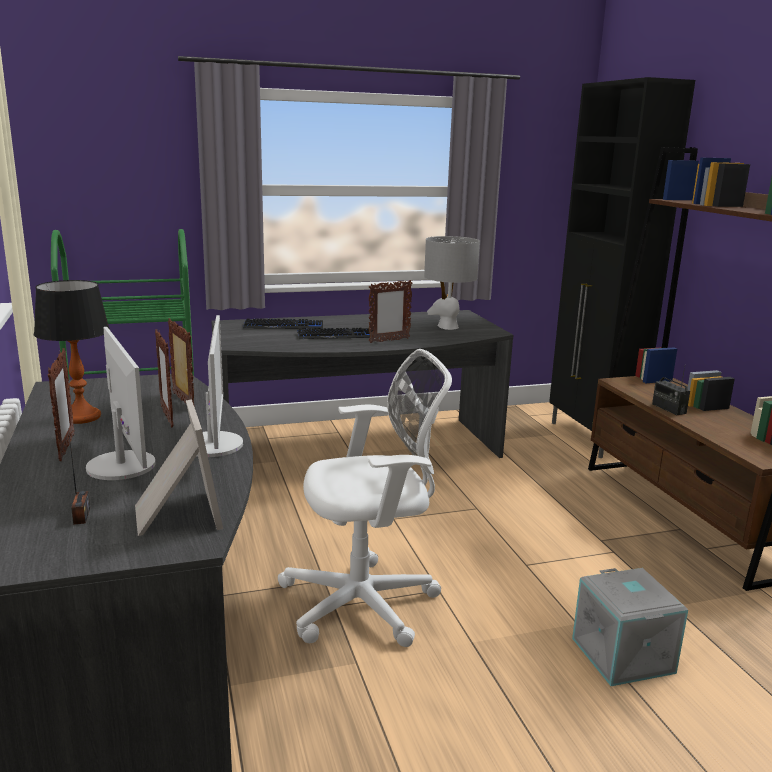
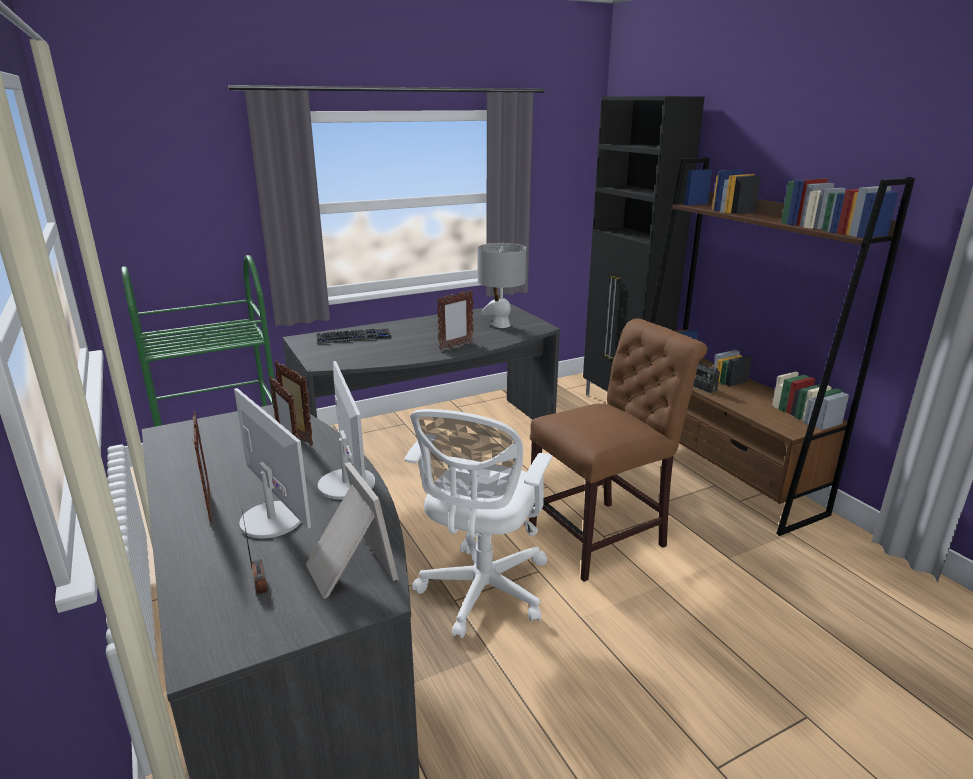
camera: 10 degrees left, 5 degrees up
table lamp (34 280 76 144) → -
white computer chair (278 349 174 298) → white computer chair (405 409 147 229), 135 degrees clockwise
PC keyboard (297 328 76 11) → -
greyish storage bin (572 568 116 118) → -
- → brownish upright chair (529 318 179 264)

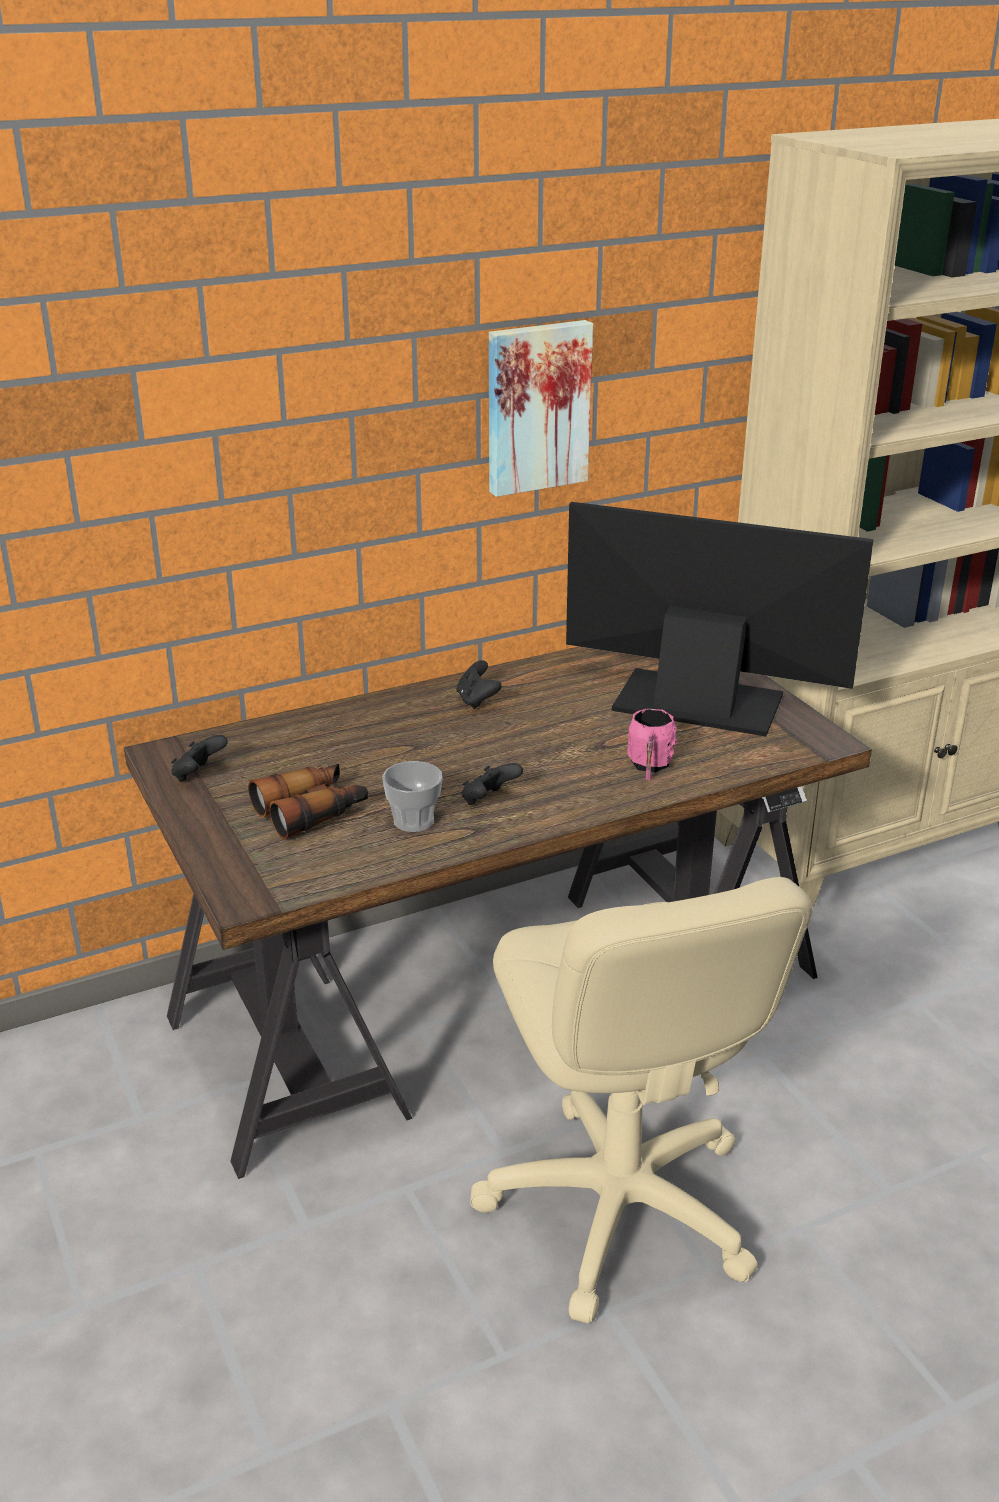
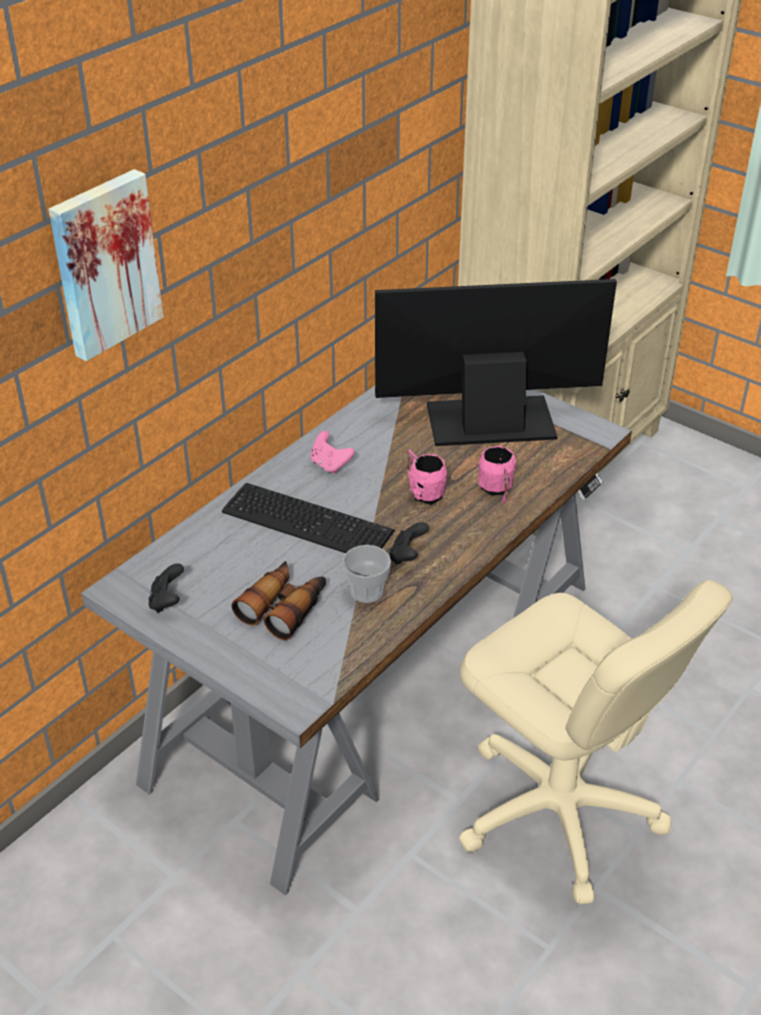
camera: 25 degrees left, 10 degrees up
brownish desk unit (124 646 748 533) → greyish desk unit (81 386 551 509)
blackish game controller (456 660 46 49) → pink-coloured game controller (311 431 44 43)
picture (489 320 104 177) → picture (48 169 116 192), moved
- → PC keyboard (222 483 173 70)
- → pink-coloured coffee mug (408 449 39 56)

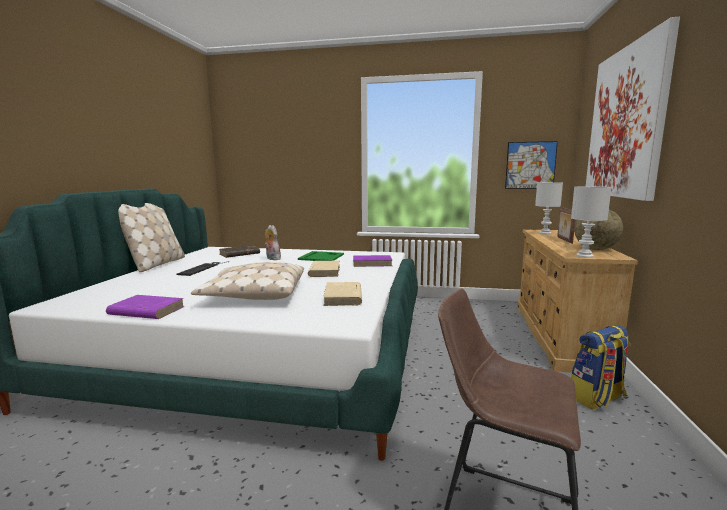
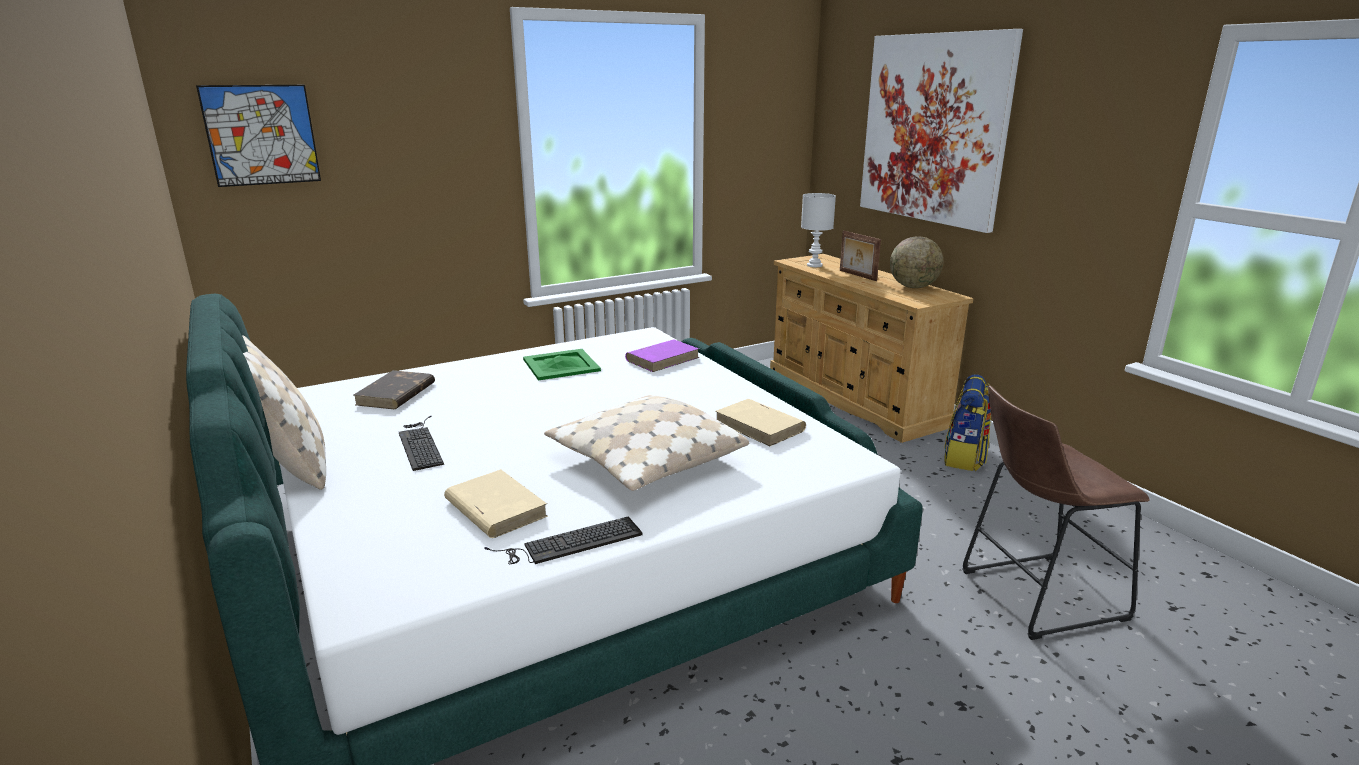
camera: 40 degrees left, 10 degrees up
purple-coloured book (106 295 79 24) → PC keyboard (484 516 158 48)
cuddly toy (265 225 16 35) → -
sand-coloured book (308 261 32 16) → sand-coloured book (444 469 104 69), moved
picture (505 141 53 48) → picture (196 85 125 102), moved
white table lamp (571 186 41 72) → -

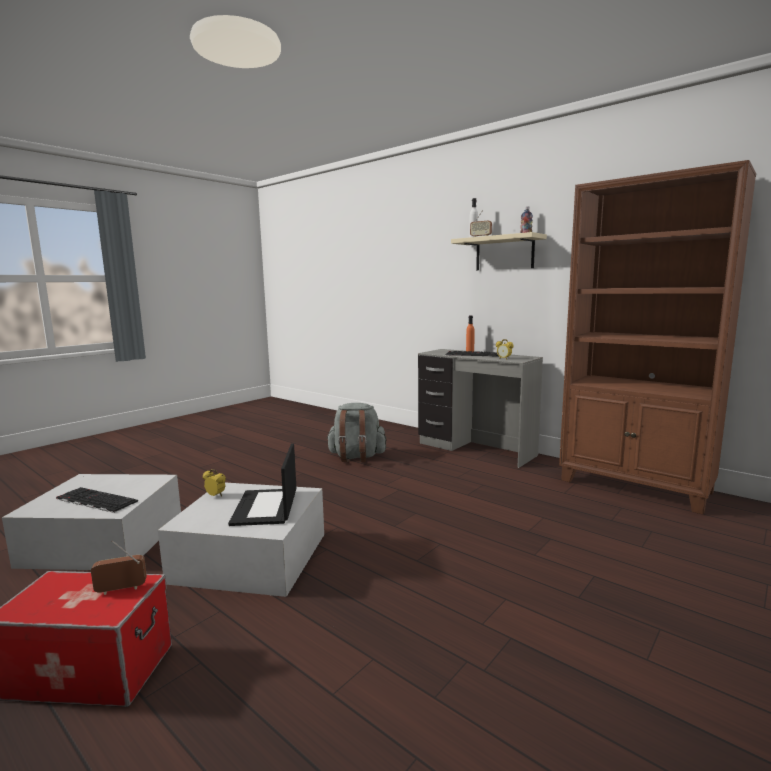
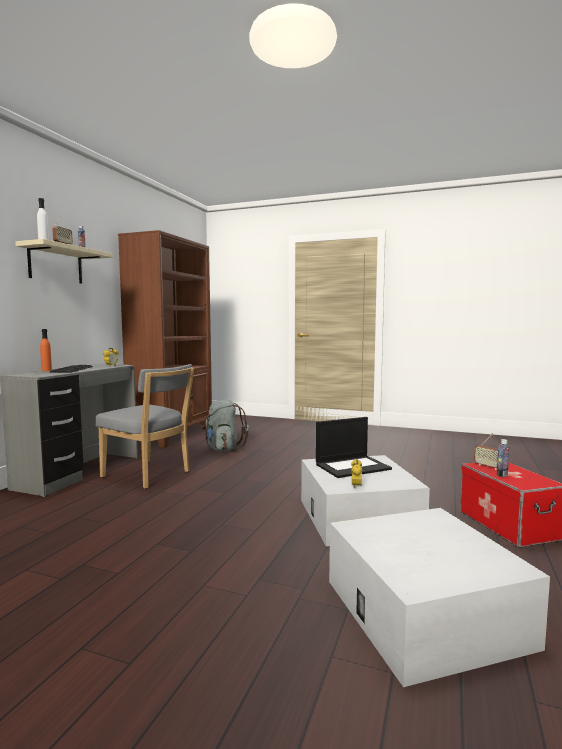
camera: 110 degrees left, 5 degrees down
PC keyboard (56 487 82 26) → -
greyish backpack (326 403 61 59) → greyish backpack (201 399 48 52), moved
- → greyish upright chair (96 364 98 125)
- → bottle (497 439 13 38)

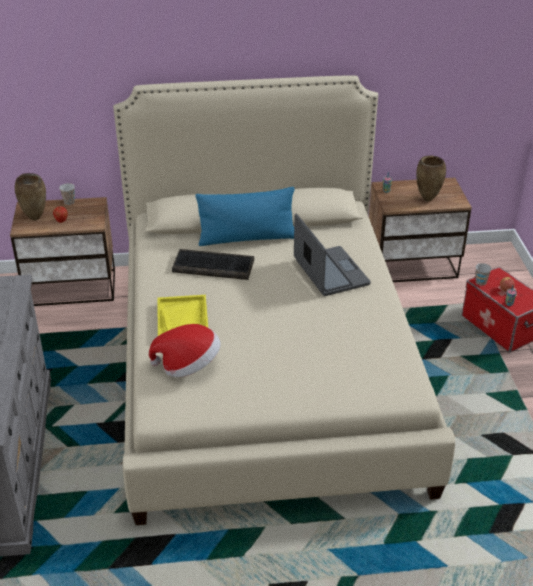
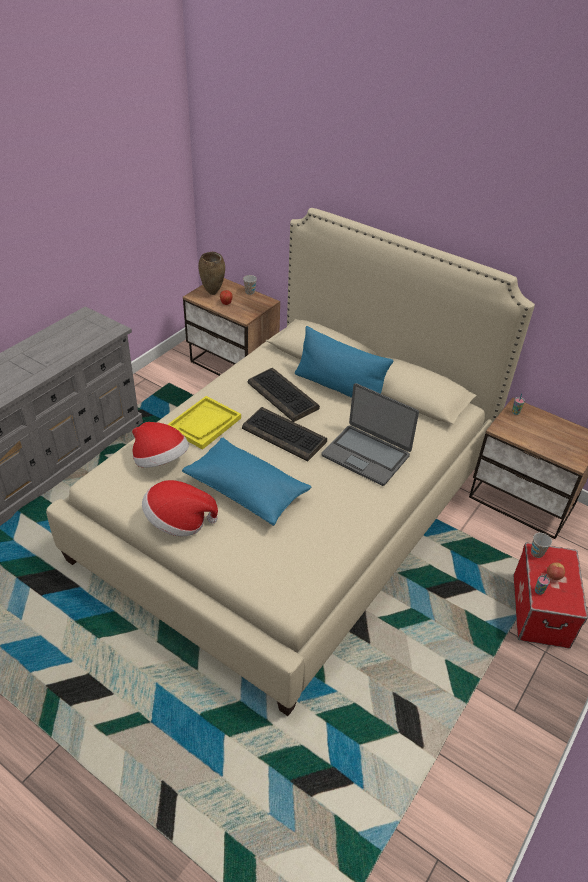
camera: 40 degrees right, 5 degrees up
portable computer (294 214 77 82) → portable computer (321 383 98 103), 105 degrees clockwise
brownish decorative vase (416 156 30 46) → -
- → wearable hat (142 480 76 56)
- → bluish cushion (182 438 129 88)
- → PC keyboard (242 407 85 54)

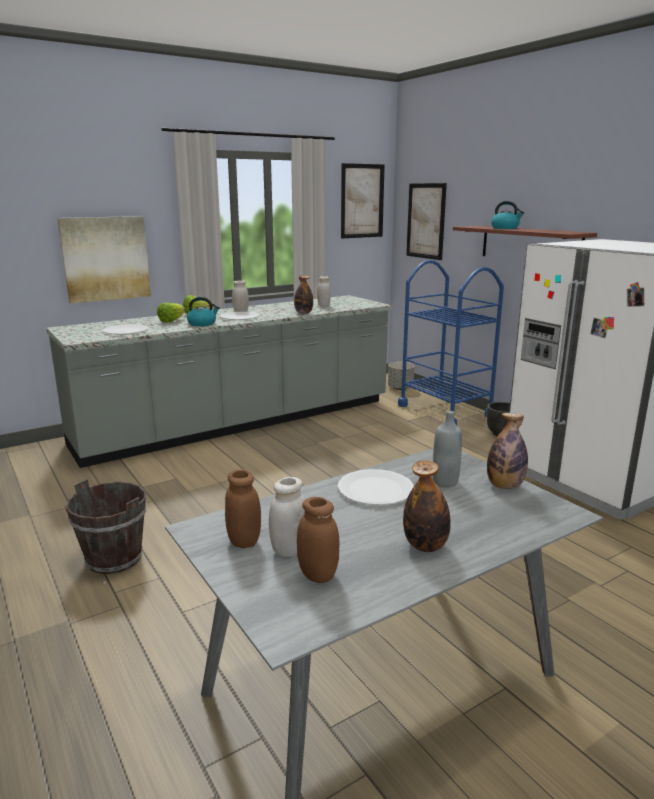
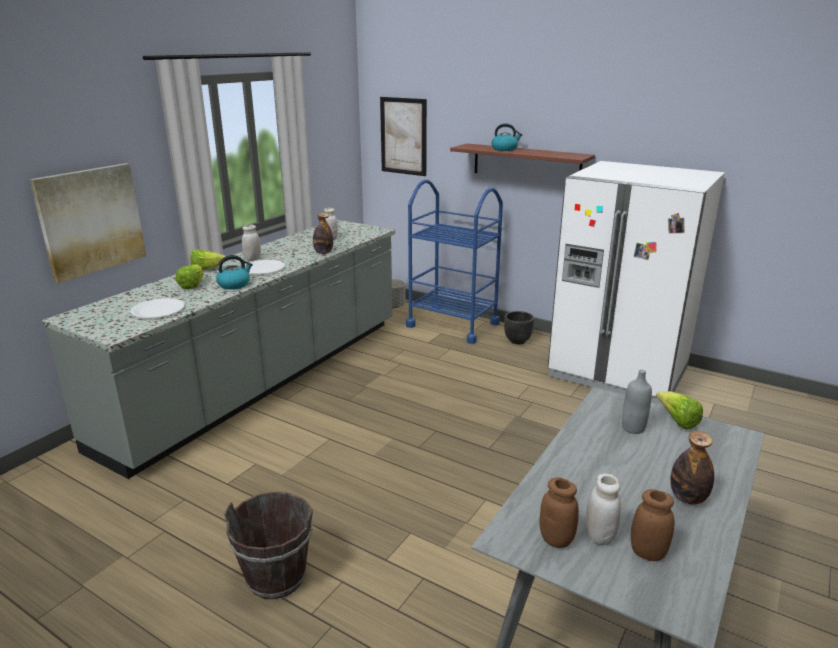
camera: 25 degrees left, 5 degrees up
white flat dish (338 469 76 36) → -
picture (341 163 44 75) → -
bottle (487 413 41 76) → lettuce (656 391 47 39)

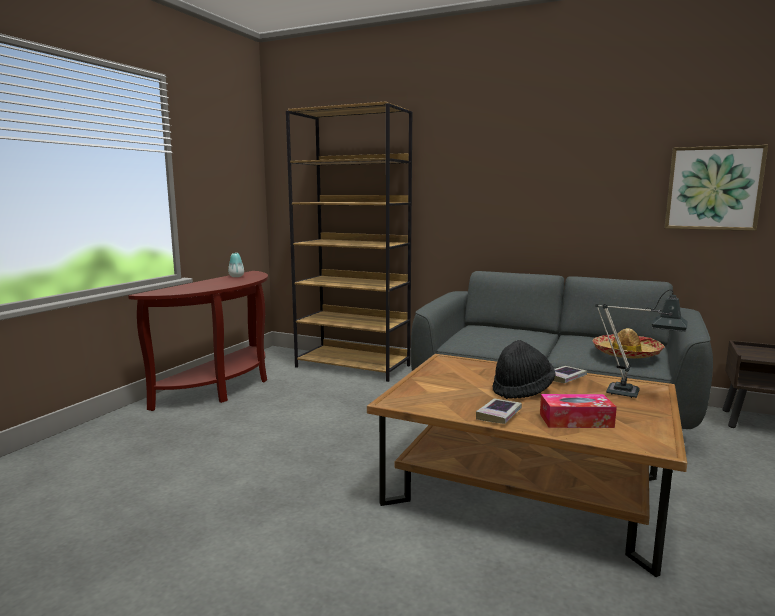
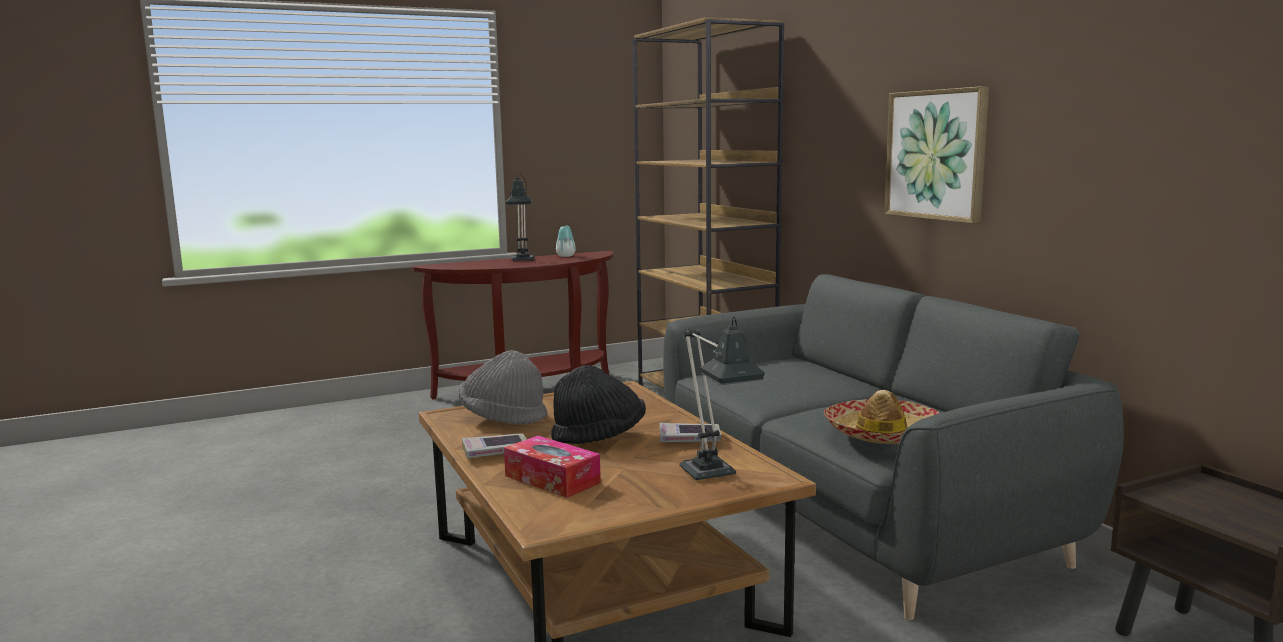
camera: 40 degrees right, 0 degrees up
picture (665 145 103 86) → picture (884 86 105 138), moved
- → greyish wearable hat (459 350 89 74)
- → table lamp (506 174 29 88)

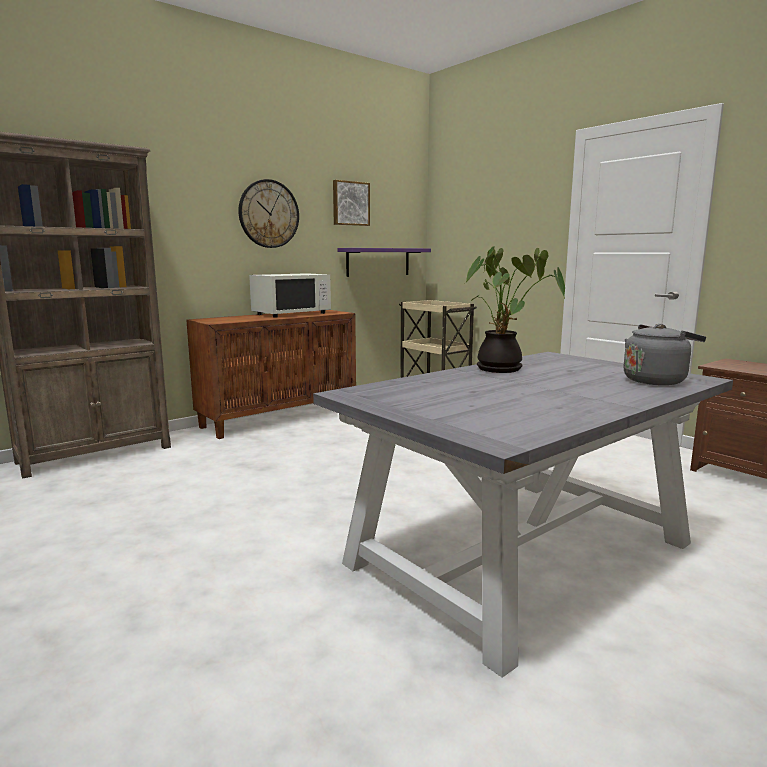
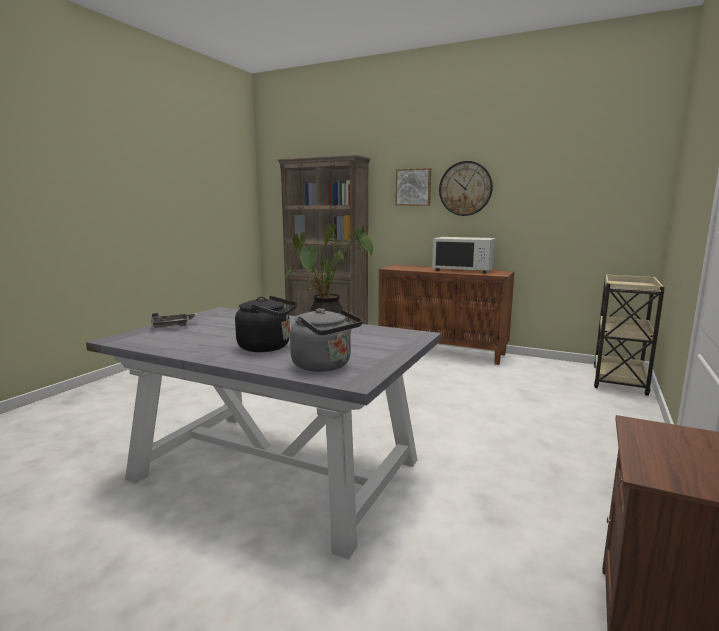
camera: 65 degrees right, 0 degrees up
picture (333 180 37 46) → picture (395 168 36 38), moved
purple-coloured shelf (338 248 93 29) → -
- → greyish carrying tray (151 313 47 15)
- → blackish tea kettle (235 296 62 56)

